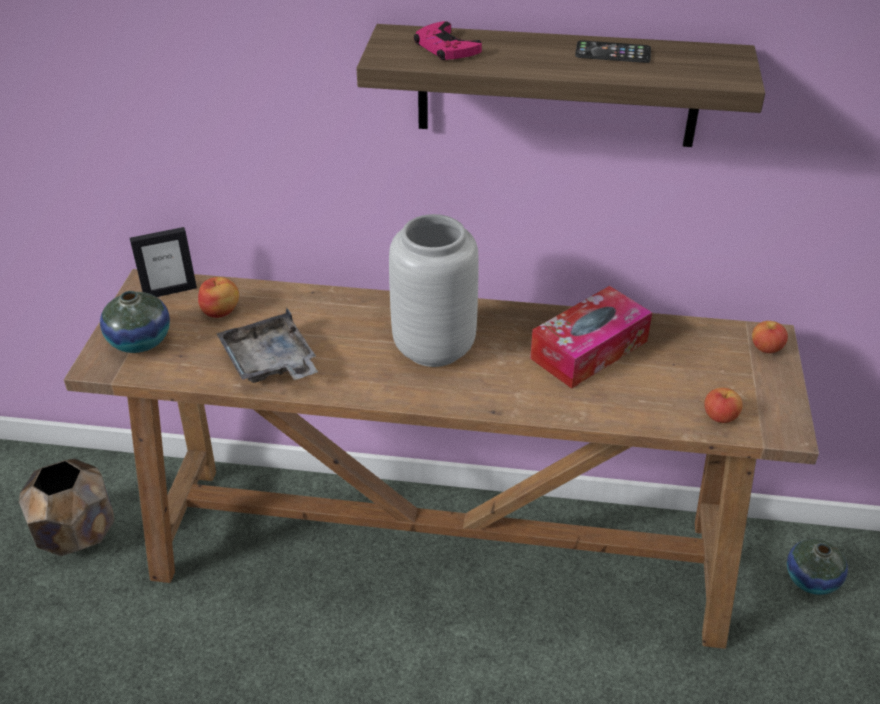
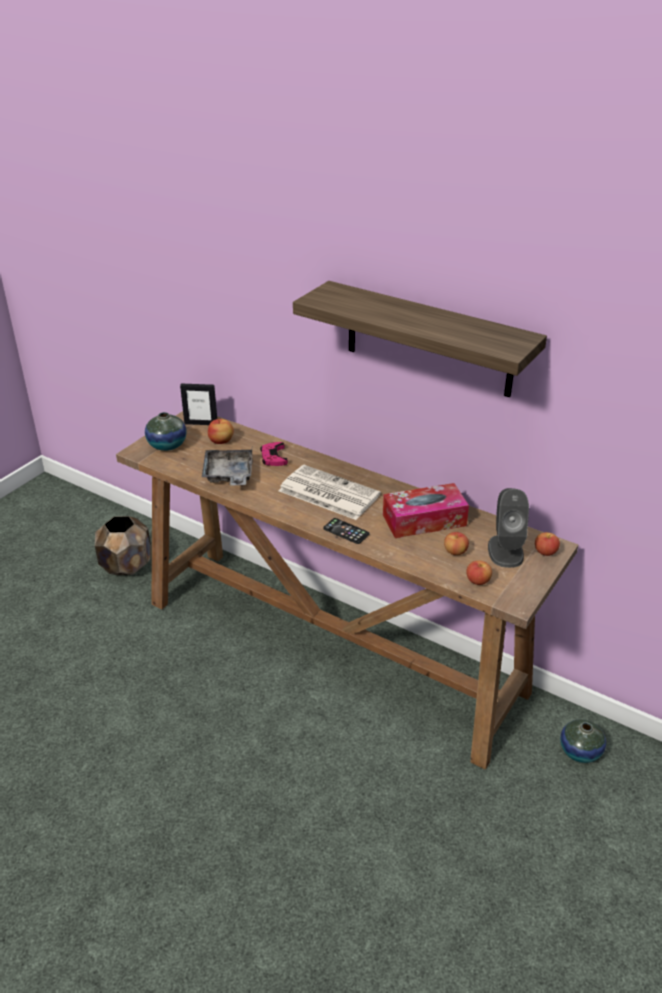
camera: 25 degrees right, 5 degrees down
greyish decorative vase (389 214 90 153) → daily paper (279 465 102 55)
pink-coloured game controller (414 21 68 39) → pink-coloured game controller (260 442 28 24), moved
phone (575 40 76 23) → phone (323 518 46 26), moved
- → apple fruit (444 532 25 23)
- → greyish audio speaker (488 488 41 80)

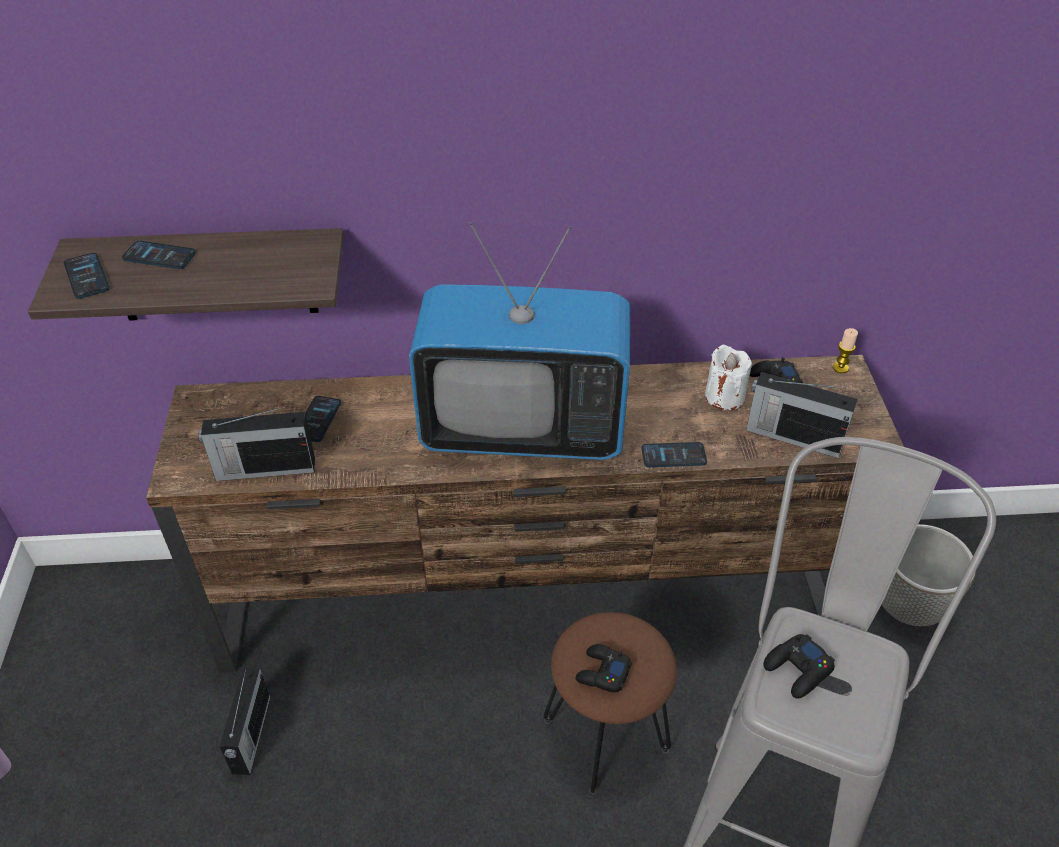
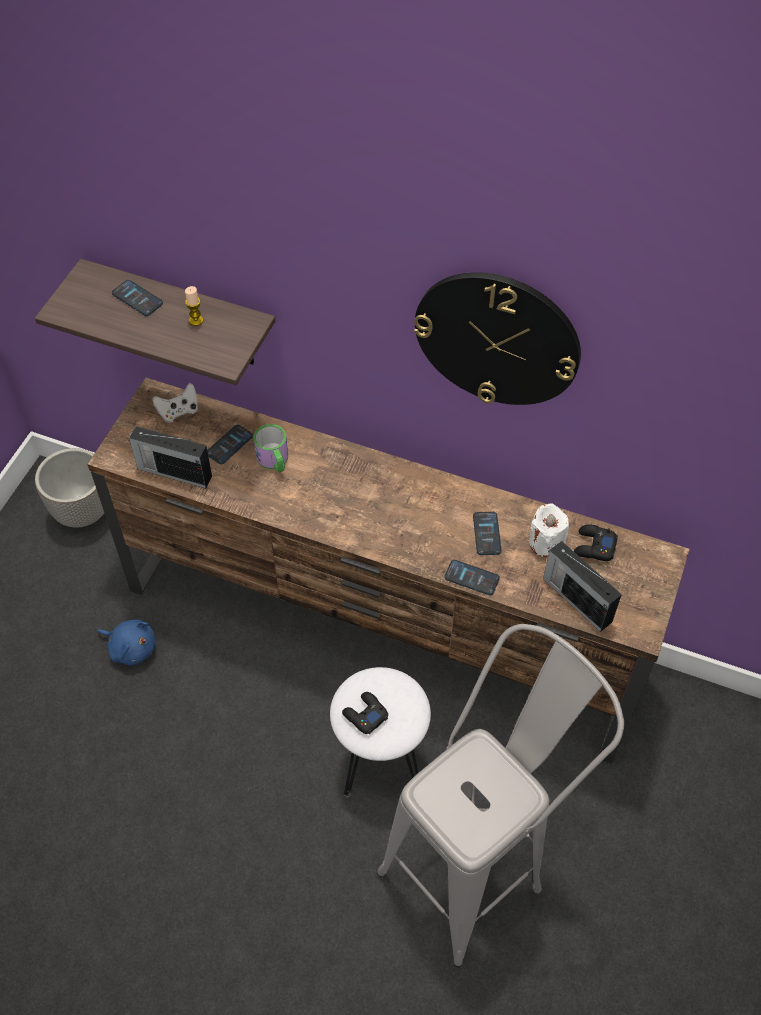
camera: 25 degrees right, 10 degrees up
phone (64 253 46 46) → phone (473 512 29 43), moved
radio set (220 667 51 108) → bluish cuddly toy (97 619 58 46)
television (409 222 221 238) → -
brownish stool (544 612 133 183) → white stool (330 667 101 131)
blackish game controller (763 634 72 64) → -
candle (833 328 25 45) → candle (185 286 18 40), moved
planter (882 524 94 102) → planter (35 448 69 80), moved
- → white game controller (152 383 46 40)
- → coffee mug (253 424 35 49)
- → wall clock (414 272 167 133)

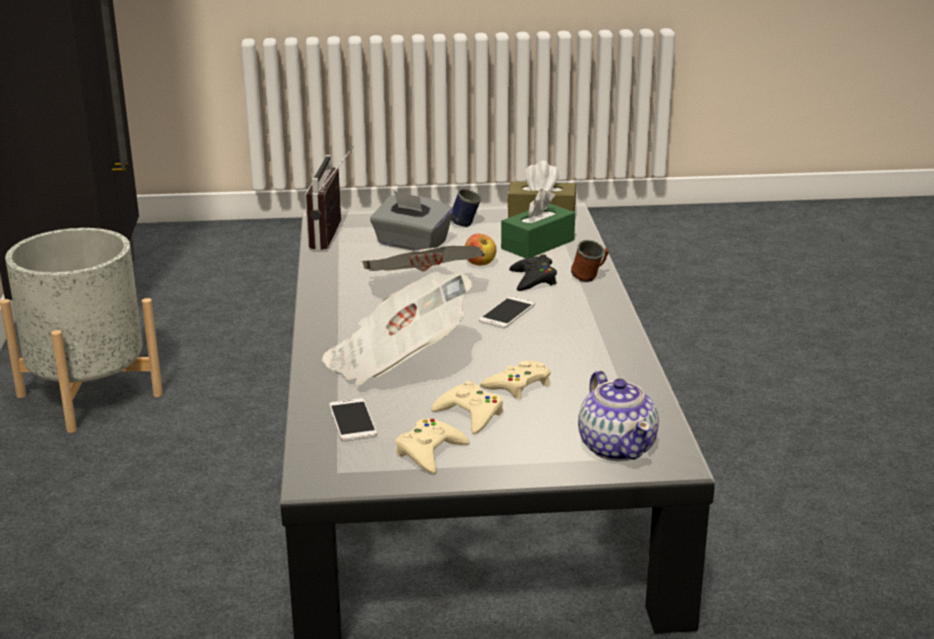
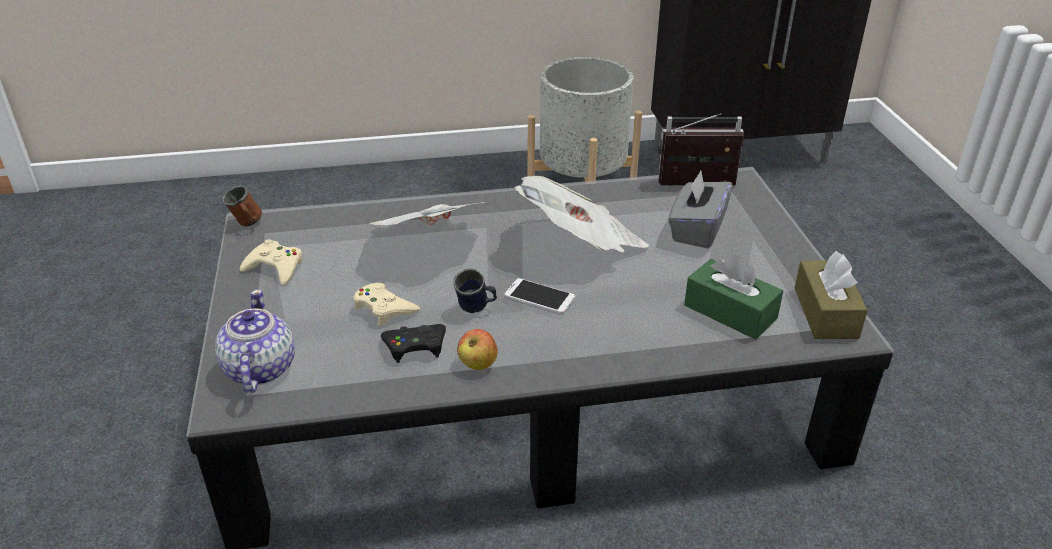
camera: 85 degrees right, 10 degrees up
phone (329 398 48 43) → -
sand-coloured game controller (431 381 72 53) → -
bluish coffee mug (451 189 31 38) → bluish coffee mug (453 268 44 45), moved
apple fruit (465 234 31 32) → apple fruit (457 329 41 41), moved
blackish game controller (509 254 48 37) → blackish game controller (381 324 65 39), moved
brownish coffee mug (571 240 38 42) → brownish coffee mug (222 186 40 41), moved
tea pot (578 371 81 91) → tea pot (215 289 80 104), 105 degrees clockwise

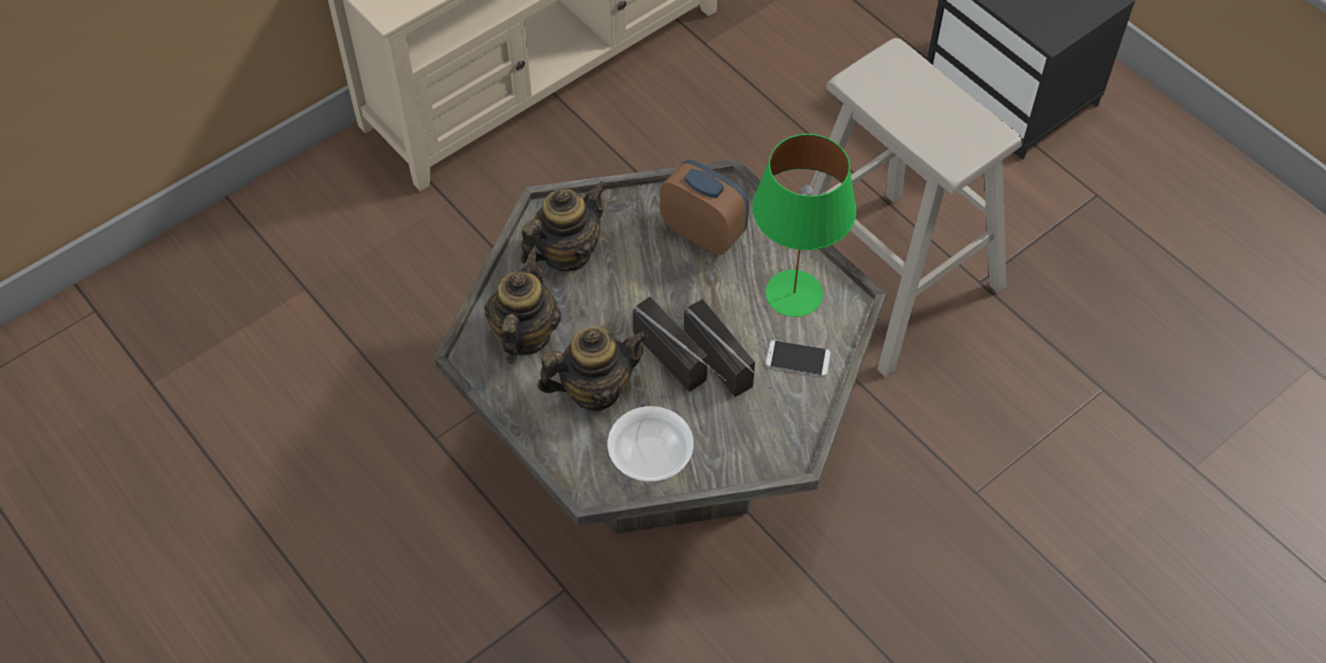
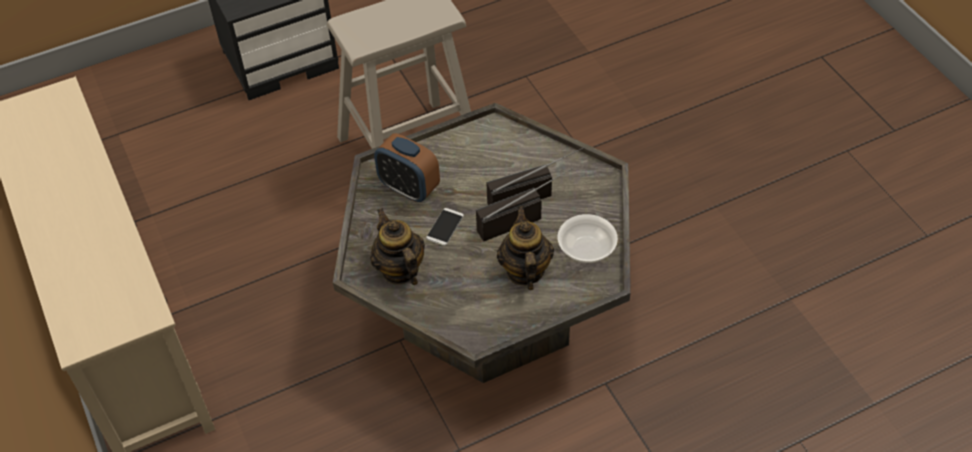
camera: 75 degrees left, 5 degrees down
tea pot (485 250 76 114) → -
alarm clock (660 160 89 95) → alarm clock (374 133 66 69), 105 degrees counterclockwise
green table lamp (752 134 104 183) → -
phone (766 340 65 36) → phone (426 208 38 38), moved

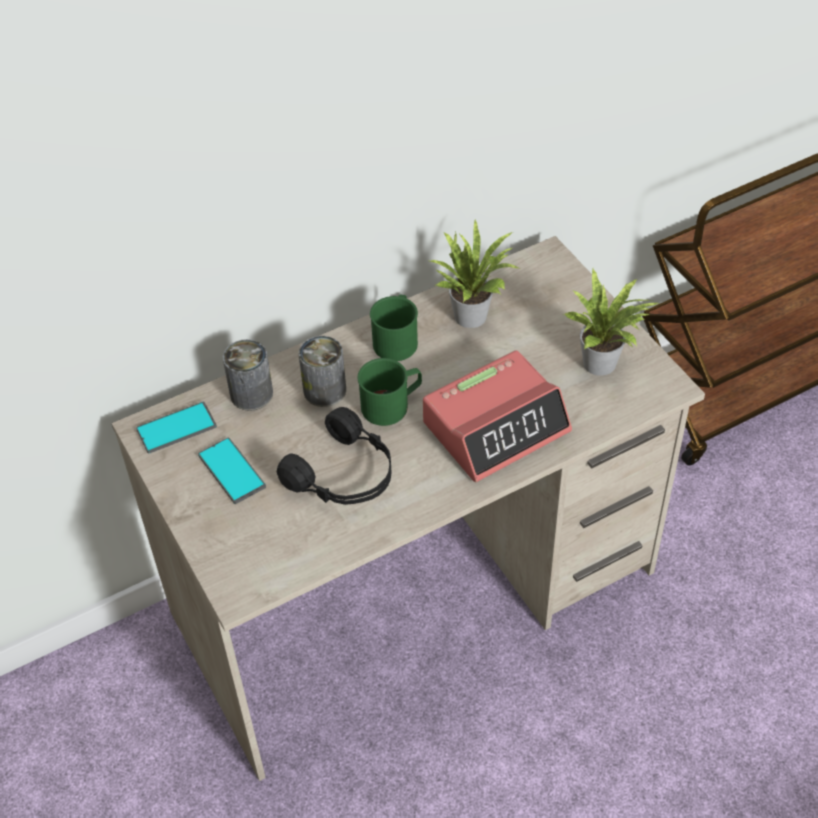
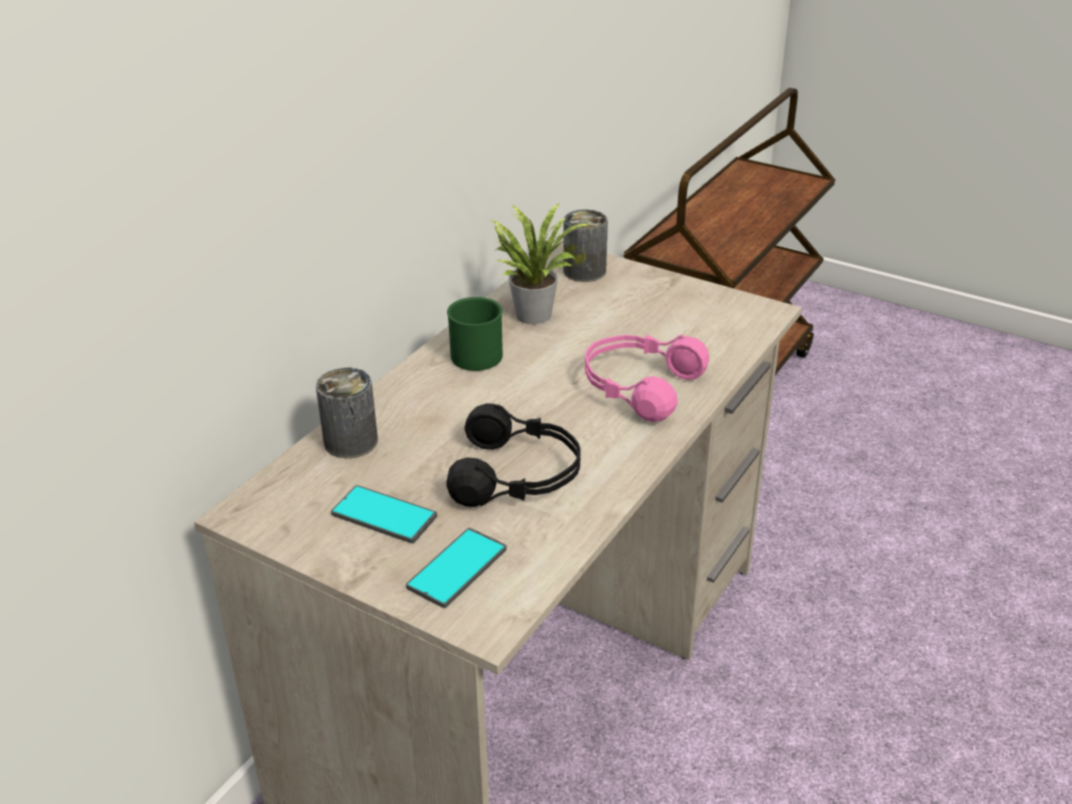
camera: 30 degrees left, 15 degrees down
phone (136 402 81 51) → phone (406 528 101 80), moved
can (298 336 48 71) → can (563 210 45 72), moved
green coffee mug (357 358 65 68) → -
alarm clock (423 351 149 131) → pink-coloured headset (585 335 124 87)
houseplant (565 269 94 107) → -

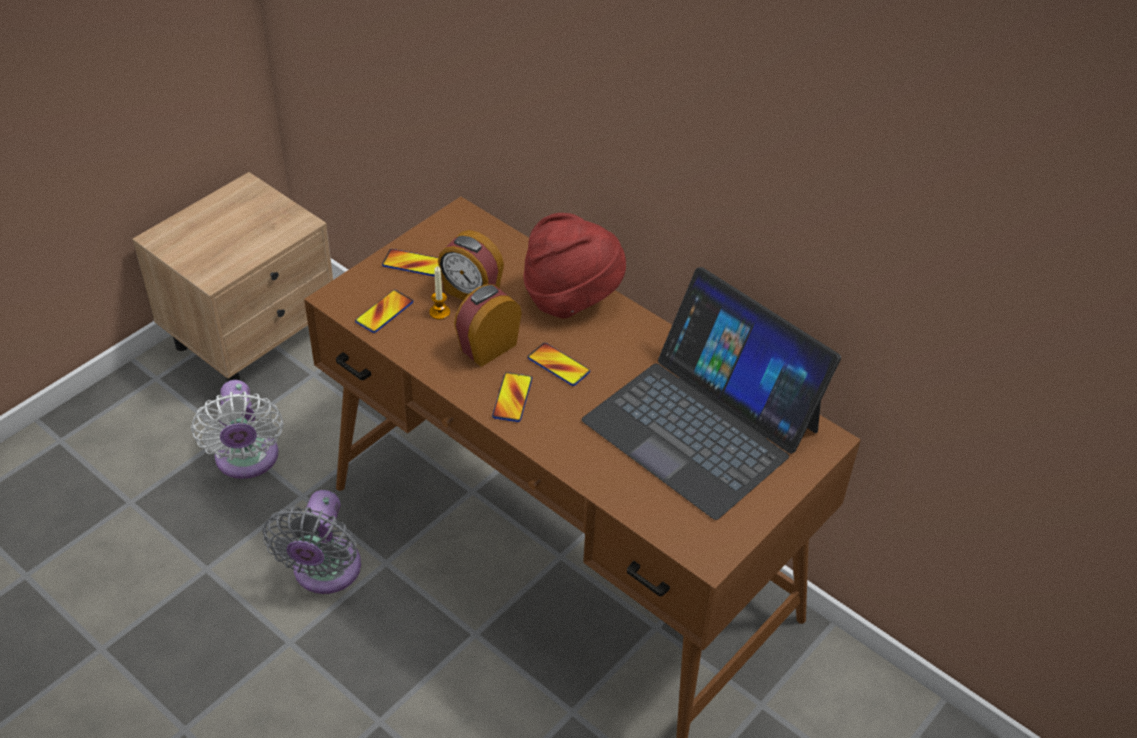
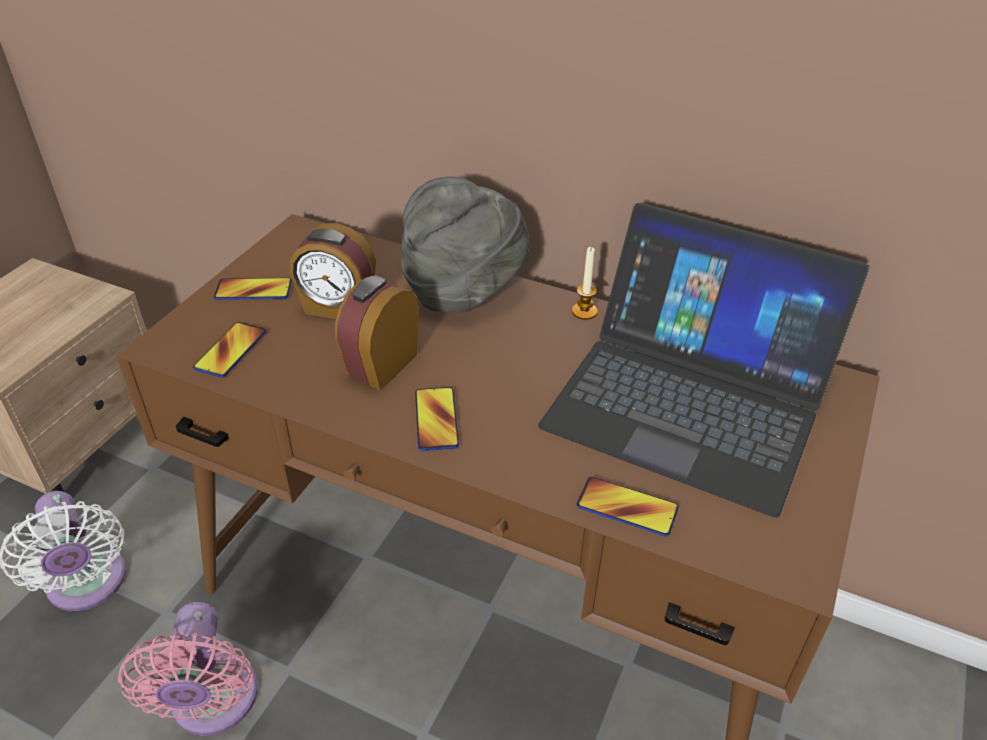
camera: 15 degrees left, 5 degrees down
greyish electric fan (262 490 99 104) → pink-coloured electric fan (118 602 140 134)
candle (430 267 20 53) → candle (572 247 26 73), moved
red-coloured wearable hat (523 213 103 106) → greyish wearable hat (401 176 128 136)
phone (528 343 62 43) → phone (577 477 102 59), moved

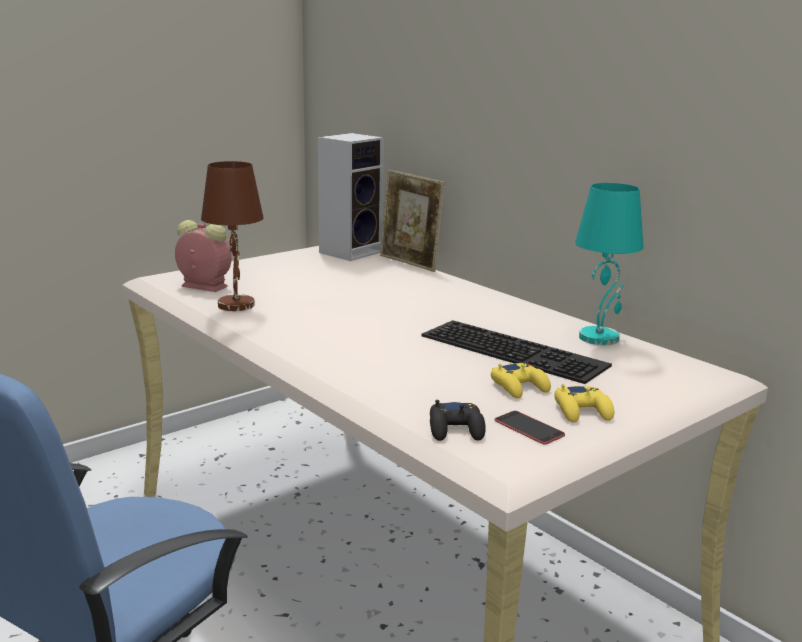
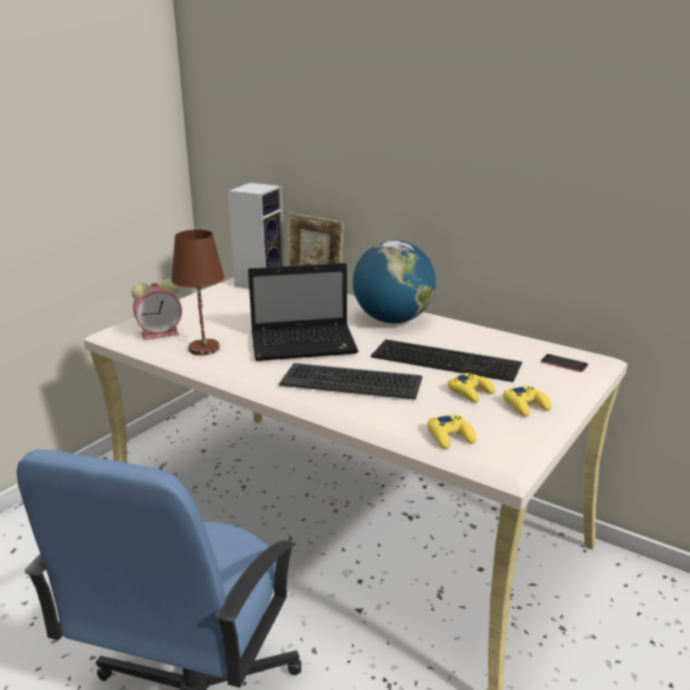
camera: 15 degrees left, 5 degrees up
alarm clock (175 220 57 72) → alarm clock (131 279 51 61), 150 degrees clockwise
blackish game controller (430 400 56 41) → yellowish game controller (427 414 49 35)
phone (494 411 71 33) → phone (541 354 47 18), moved
turquoise-coloured table lamp (575 183 69 162) → -
- → portable computer (248 263 110 98)
- → PC keyboard (279 363 143 37)
- → world globe (353 240 83 83)

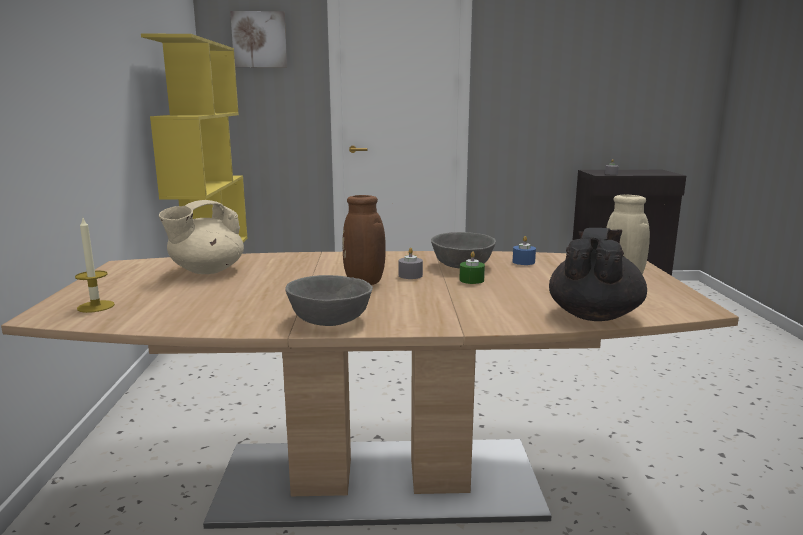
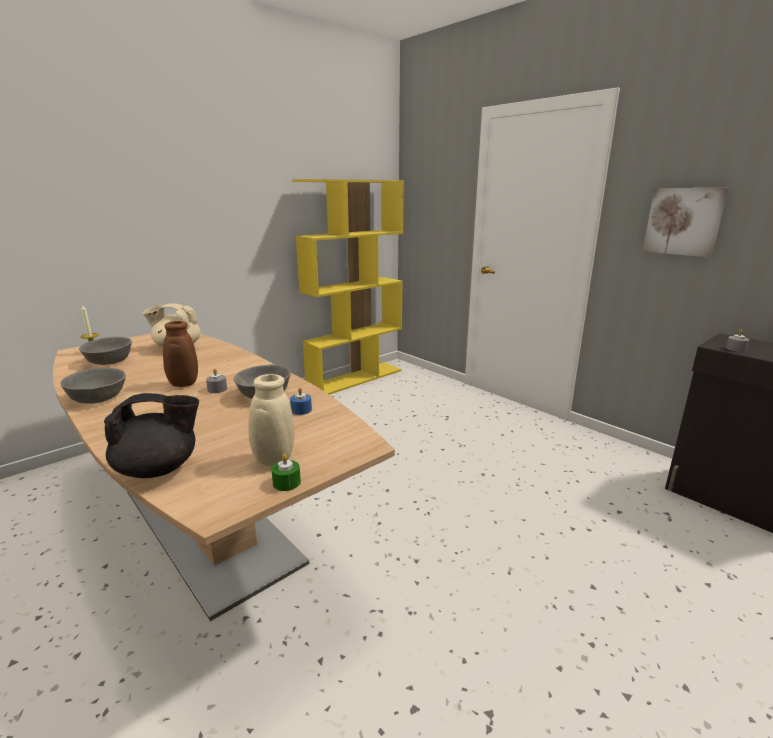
camera: 50 degrees right, 5 degrees up
picture (230 11 57 56) → picture (643 188 86 69), moved
green candle (459 251 26 33) → green candle (271 454 30 37), moved
- → greyish serving bowl (79 337 53 28)

